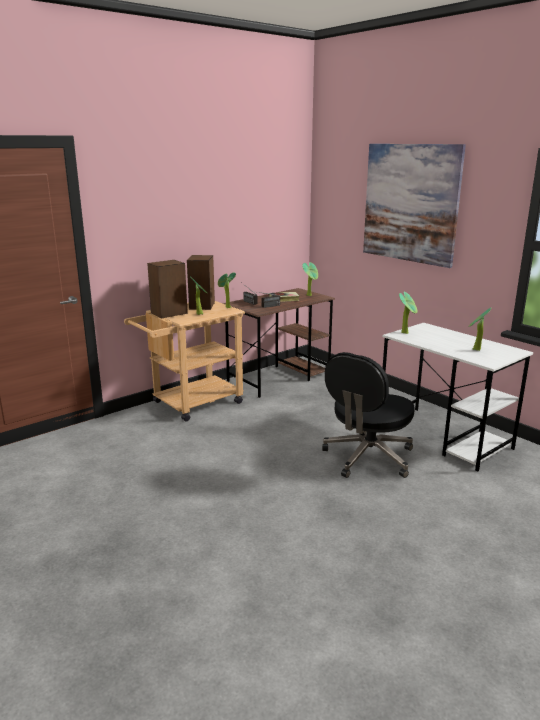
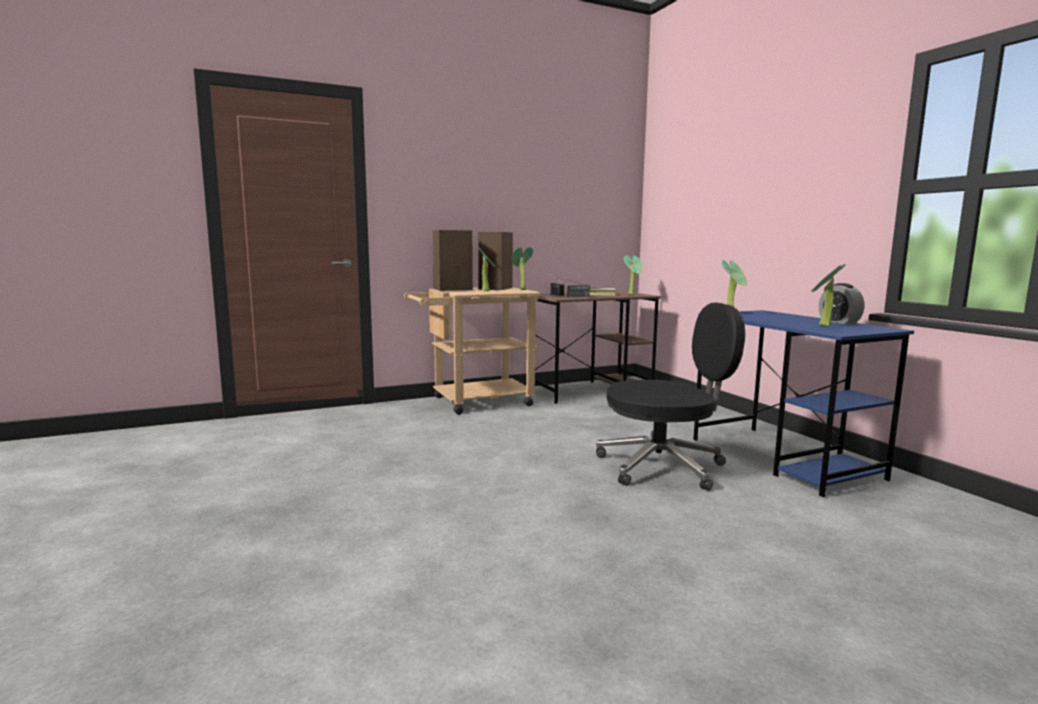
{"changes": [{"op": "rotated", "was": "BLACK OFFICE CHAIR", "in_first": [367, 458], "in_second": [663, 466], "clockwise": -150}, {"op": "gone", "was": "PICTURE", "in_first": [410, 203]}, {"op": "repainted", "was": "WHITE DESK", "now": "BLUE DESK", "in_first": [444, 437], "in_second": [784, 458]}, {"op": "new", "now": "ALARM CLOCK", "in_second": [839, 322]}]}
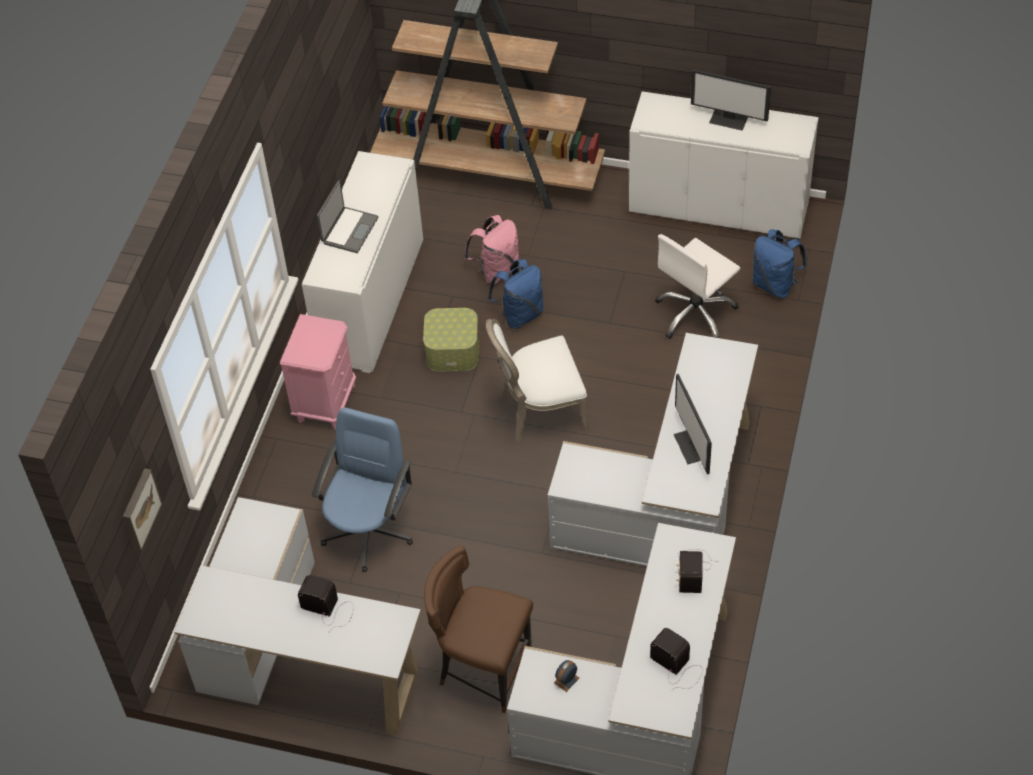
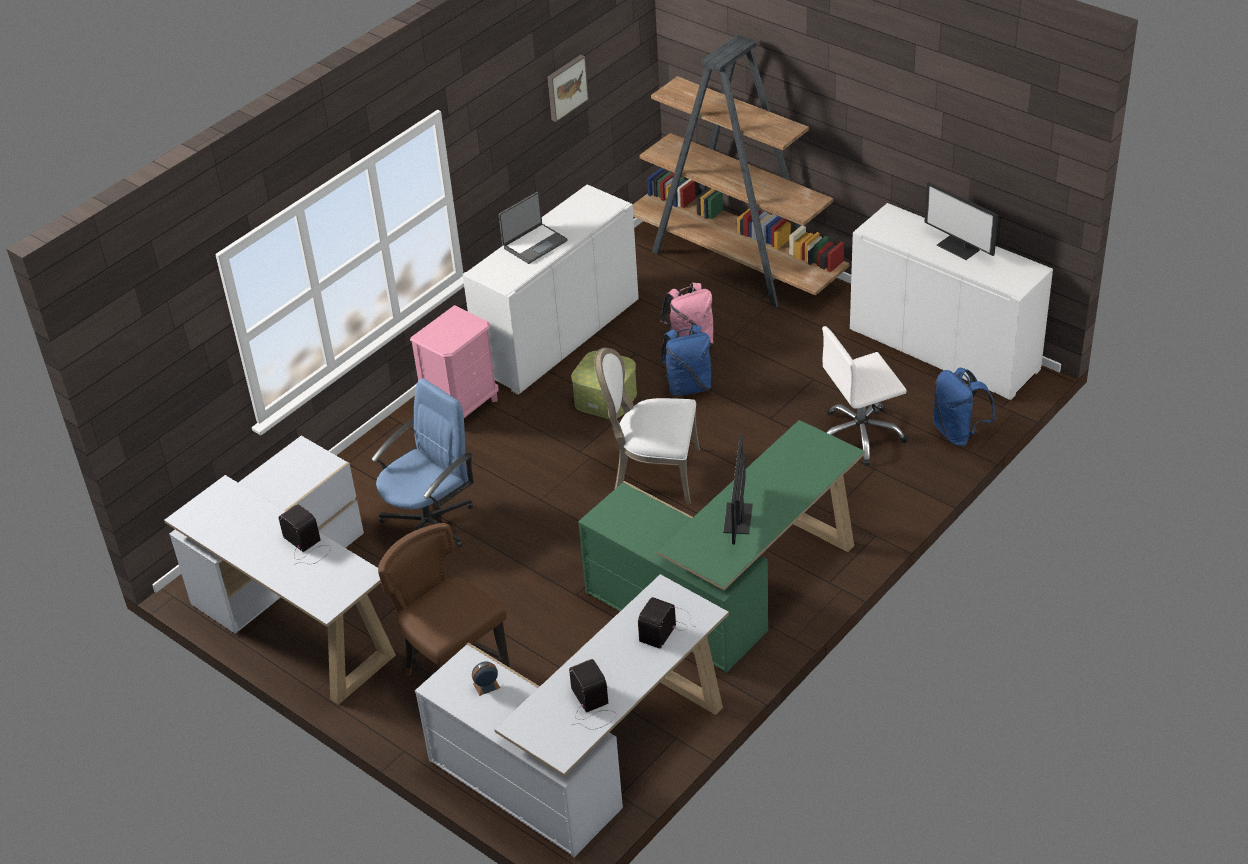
{"changes": [{"op": "shifted", "was": "PICTURE", "in_first": [139, 509], "in_second": [566, 87]}, {"op": "repainted", "was": "WHITE DESK", "now": "GREEN DESK", "in_first": [670, 501], "in_second": [729, 590]}]}
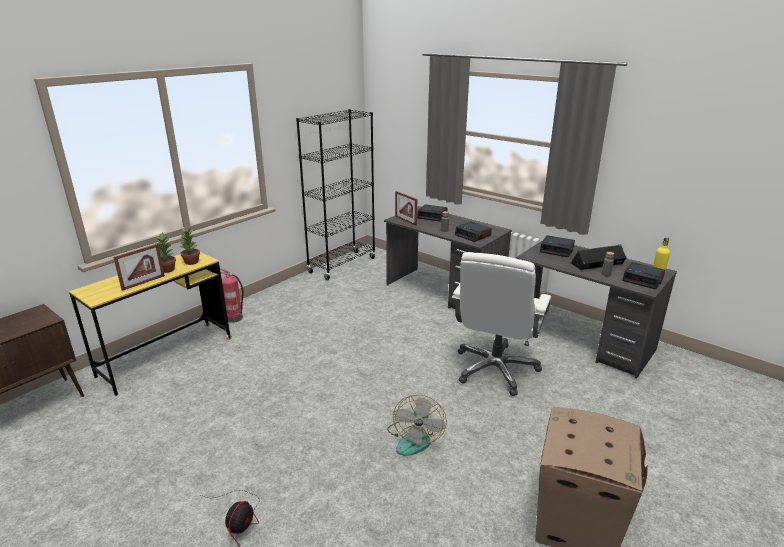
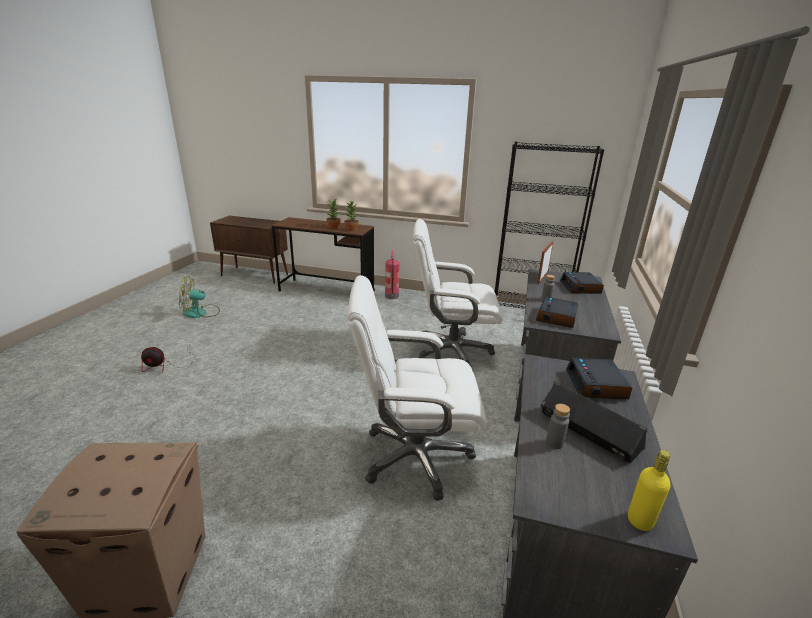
{"changes": [{"op": "repainted", "was": "YELLOW DESK", "now": "BROWN DESK", "in_first": [166, 357], "in_second": [326, 291]}, {"op": "gone", "was": "PICTURE FRAME", "in_first": [143, 283]}, {"op": "shifted", "was": "FAN", "in_first": [414, 438], "in_second": [200, 313]}, {"op": "gone", "was": "ALARM CLOCK", "in_first": [643, 279]}, {"op": "new", "now": "WHITE OFFICE CHAIR", "in_second": [451, 352]}]}
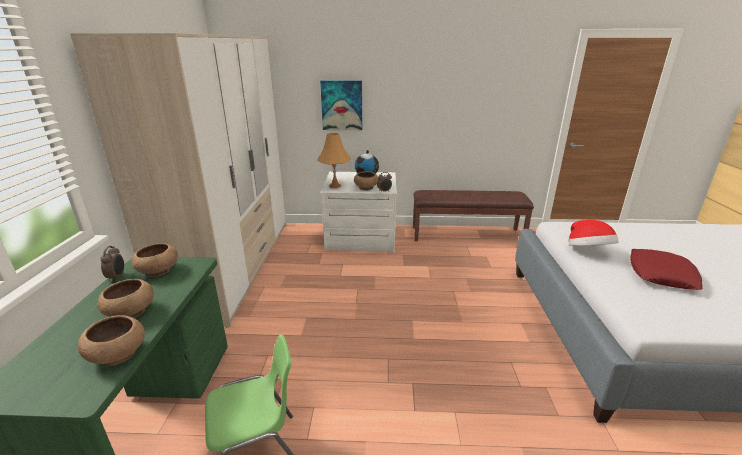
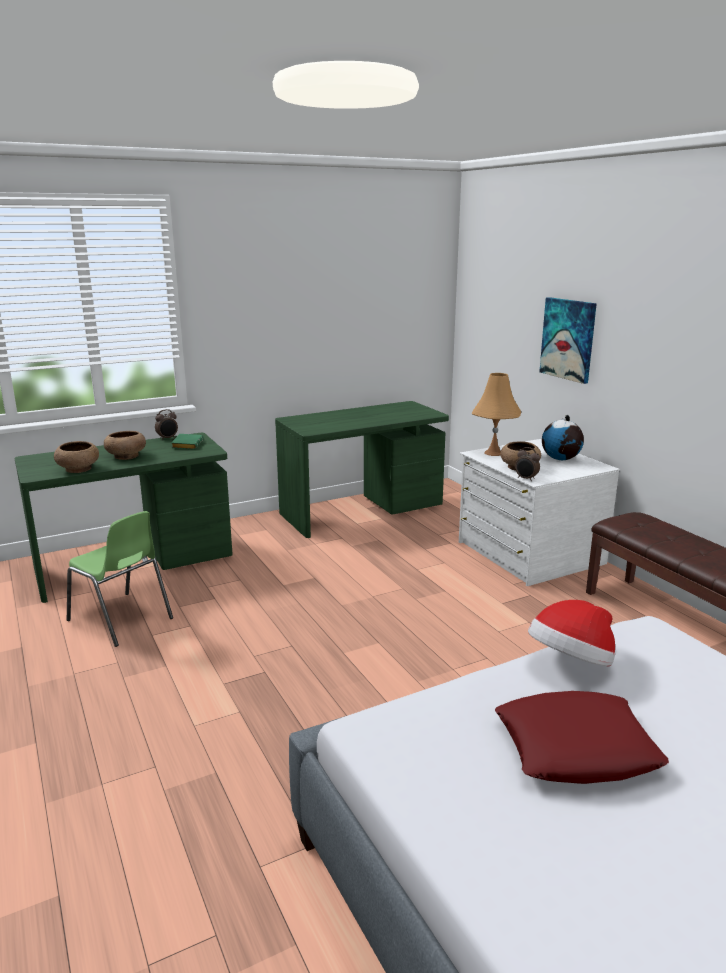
{"changes": [{"op": "swapped", "was": "WARDROBE", "now": "GREEN DESK", "in_first": [235, 265], "in_second": [362, 510]}, {"op": "swapped", "was": "BROWN BOWL", "now": "GREEN BOOK", "in_first": [158, 271], "in_second": [186, 445]}]}
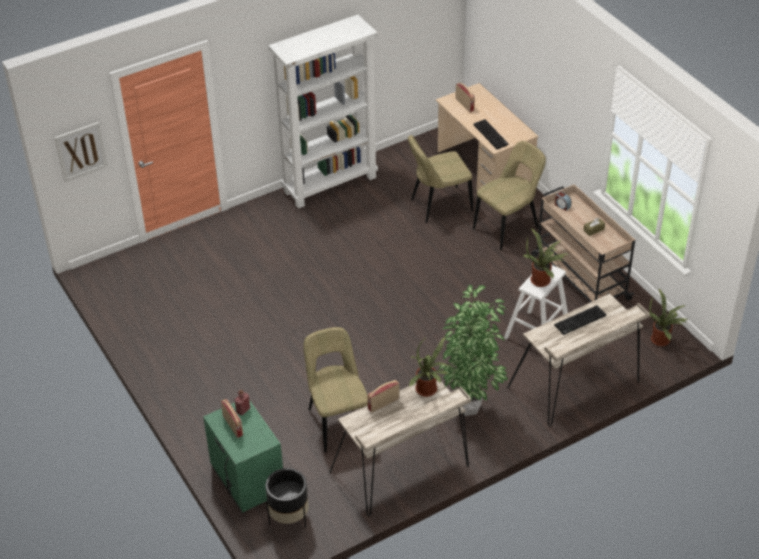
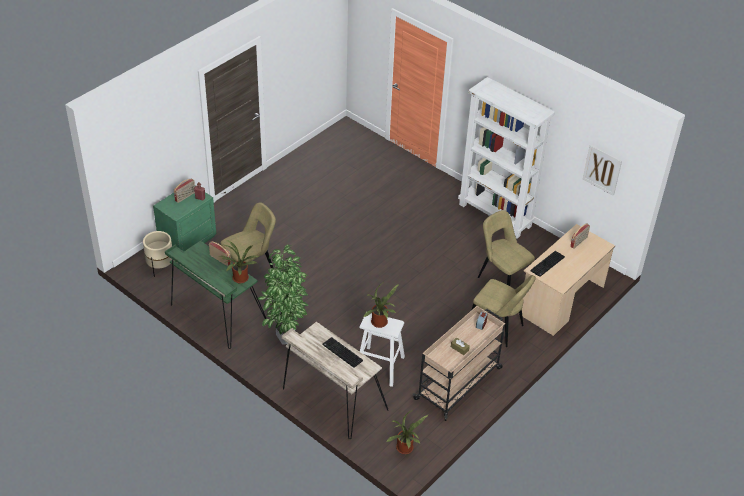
{"changes": [{"op": "shifted", "was": "PICTURE", "in_first": [81, 151], "in_second": [602, 169]}, {"op": "repainted", "was": "BLACK PLANTER", "now": "BEIGE PLANTER", "in_first": [289, 517], "in_second": [160, 267]}, {"op": "repainted", "was": "BEIGE DESK", "now": "GREEN DESK", "in_first": [402, 470], "in_second": [216, 314]}]}
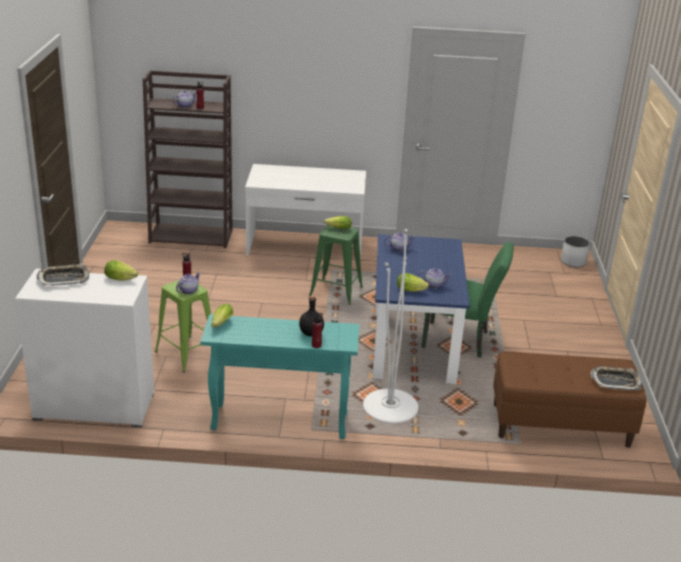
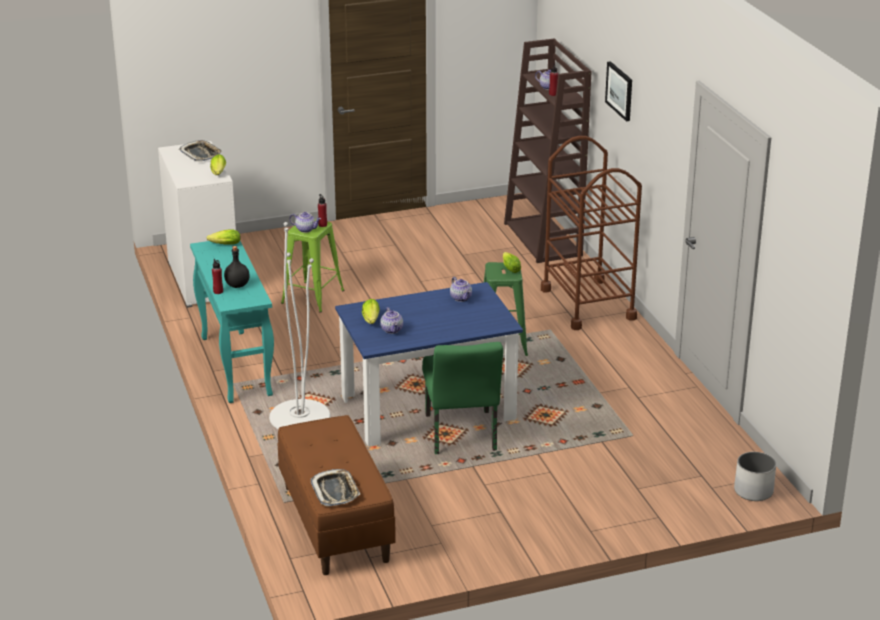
{"changes": [{"op": "swapped", "was": "WHITE DESK", "now": "BROWN CART", "in_first": [305, 247], "in_second": [588, 304]}, {"op": "new", "now": "PICTURE", "in_second": [620, 90]}]}
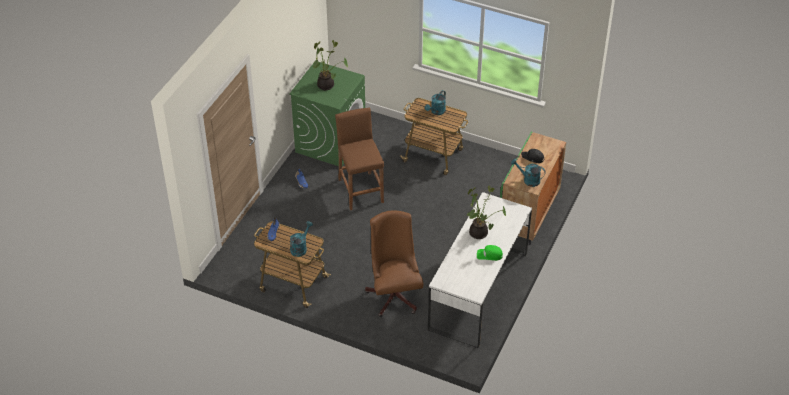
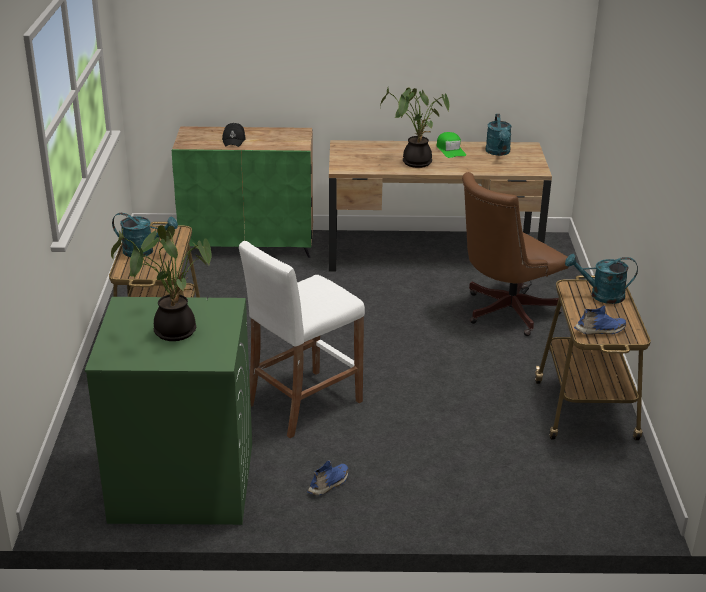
{"changes": [{"op": "repainted", "was": "BROWN STOOL", "now": "WHITE STOOL", "in_first": [360, 190], "in_second": [303, 403]}, {"op": "repainted", "was": "WHITE DESK", "now": "BROWN DESK", "in_first": [478, 290], "in_second": [432, 252]}, {"op": "shifted", "was": "TURQUOISE WATERING CAN", "in_first": [528, 180], "in_second": [498, 152]}]}
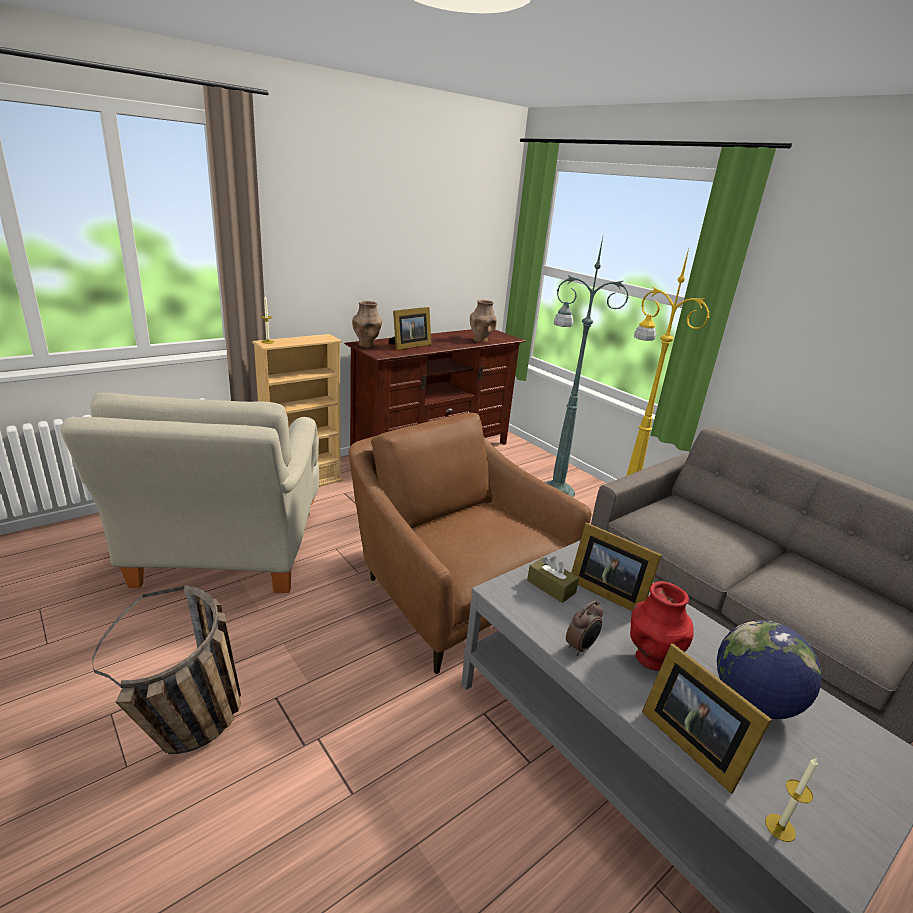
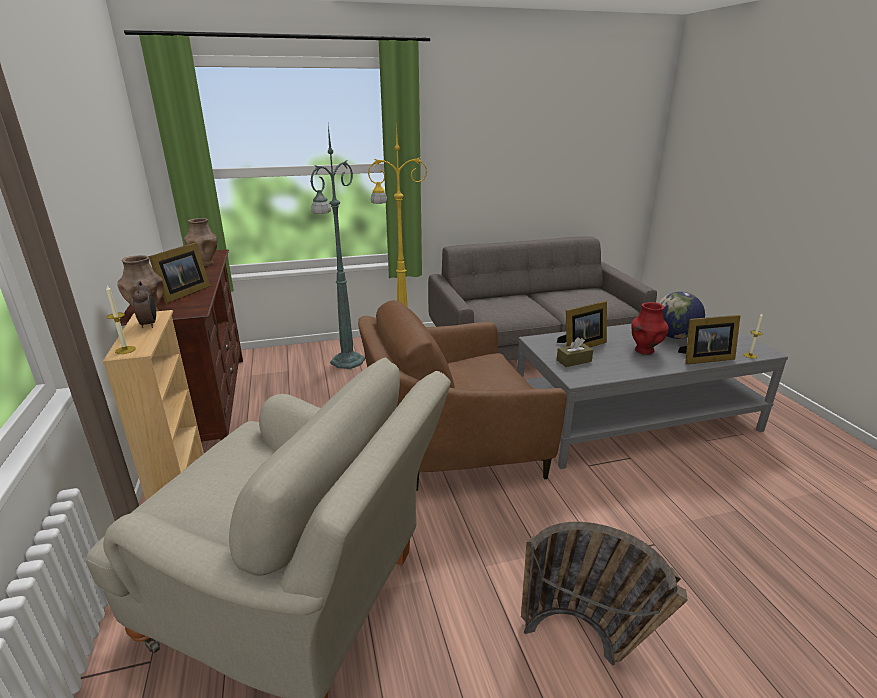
{"changes": [{"op": "rotated", "was": "PICTURE FRAME", "in_first": [409, 346], "in_second": [182, 294], "clockwise": 45}, {"op": "shifted", "was": "ALARM CLOCK", "in_first": [581, 647], "in_second": [149, 324]}]}
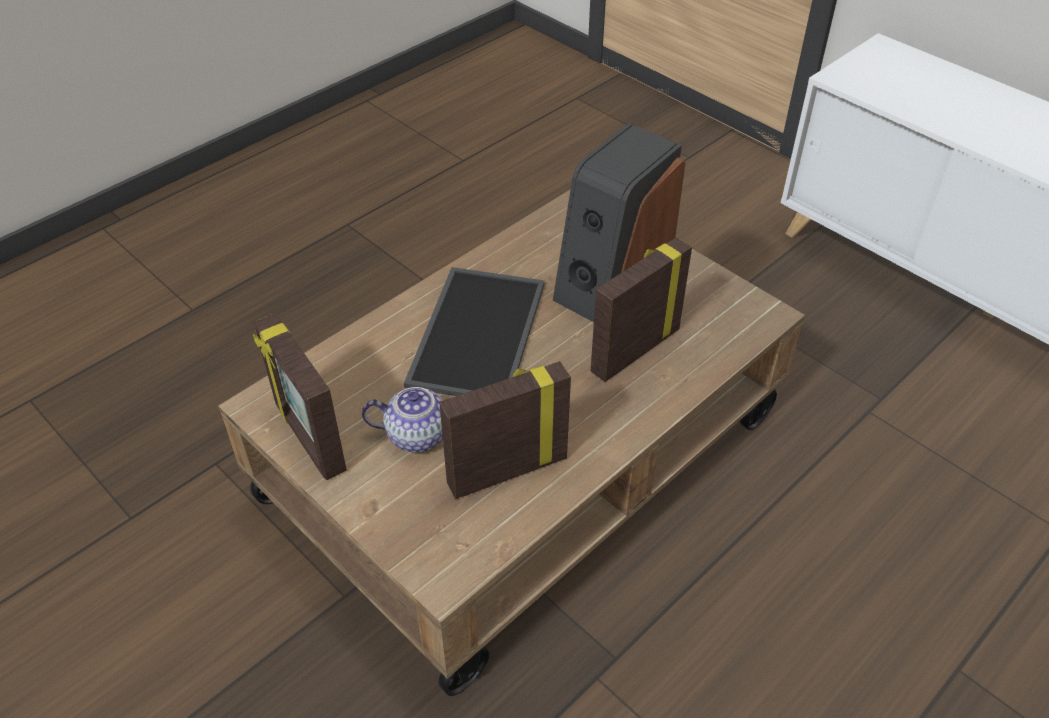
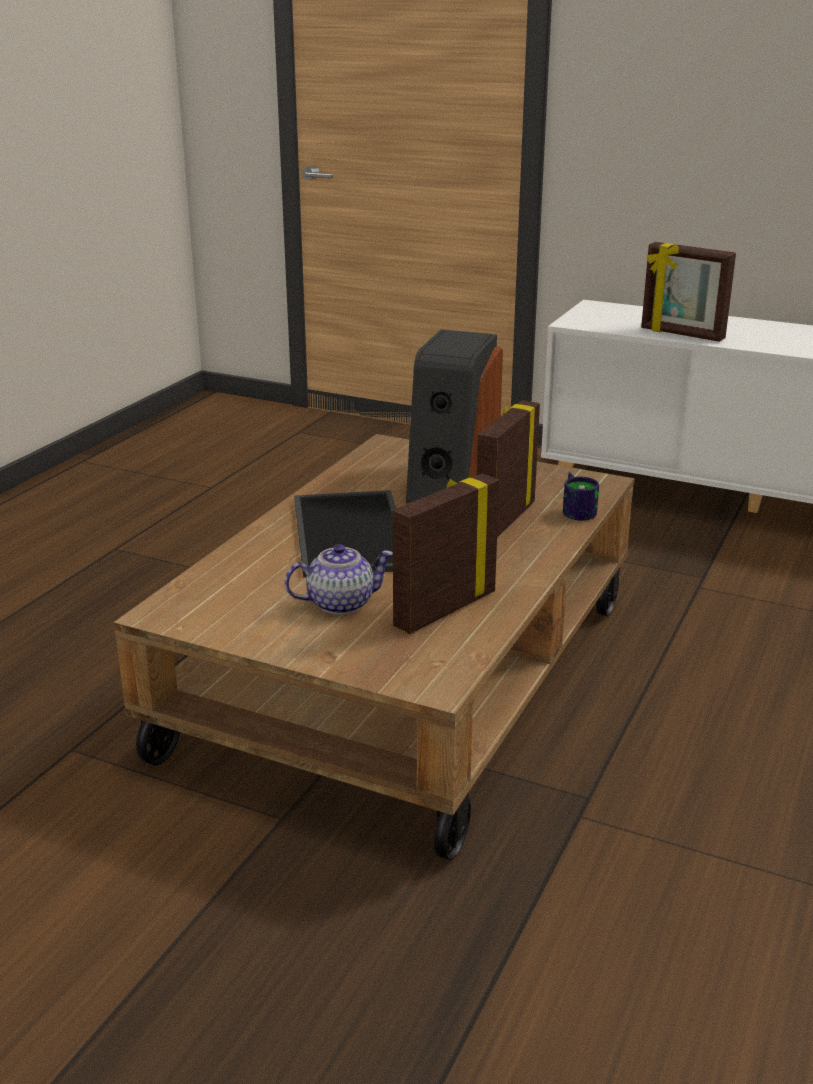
{"changes": [{"op": "shifted", "was": "PICTURE FRAME", "in_first": [308, 438], "in_second": [681, 334]}, {"op": "new", "now": "MUG", "in_second": [577, 510]}]}
